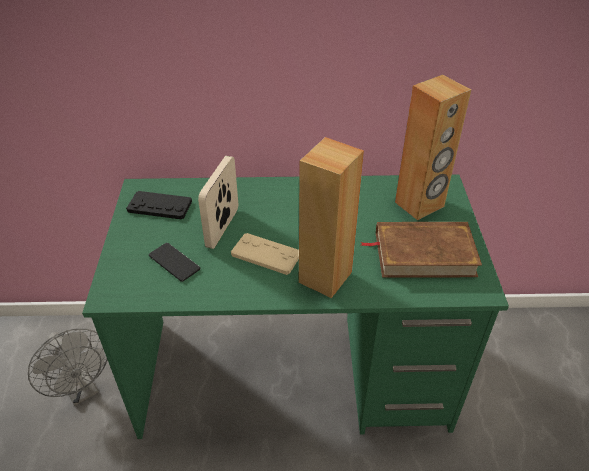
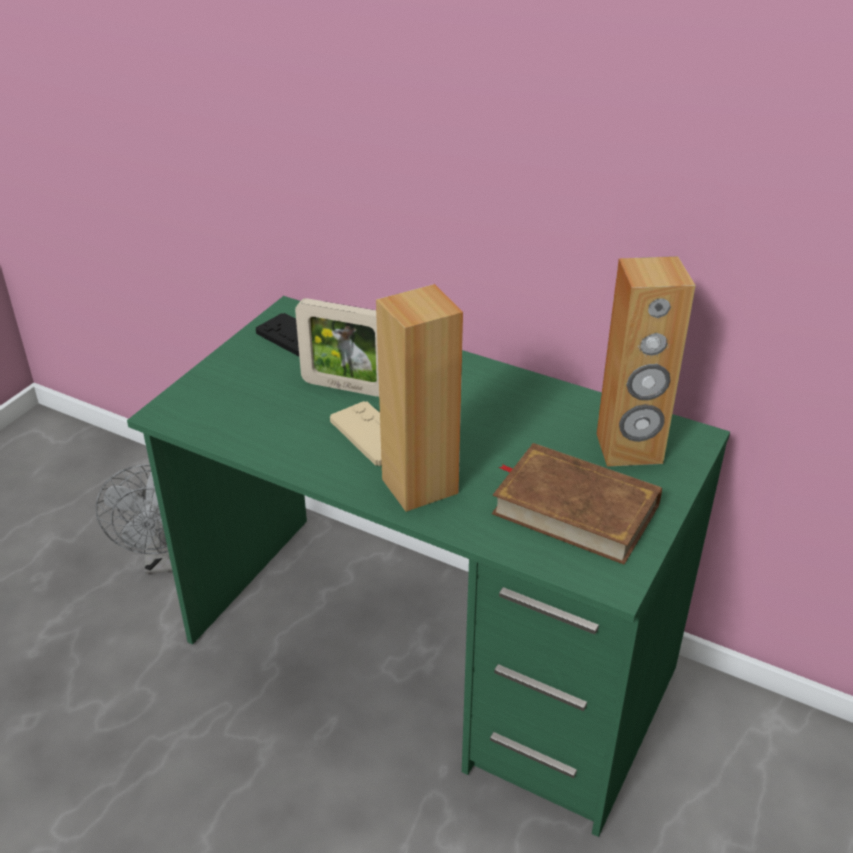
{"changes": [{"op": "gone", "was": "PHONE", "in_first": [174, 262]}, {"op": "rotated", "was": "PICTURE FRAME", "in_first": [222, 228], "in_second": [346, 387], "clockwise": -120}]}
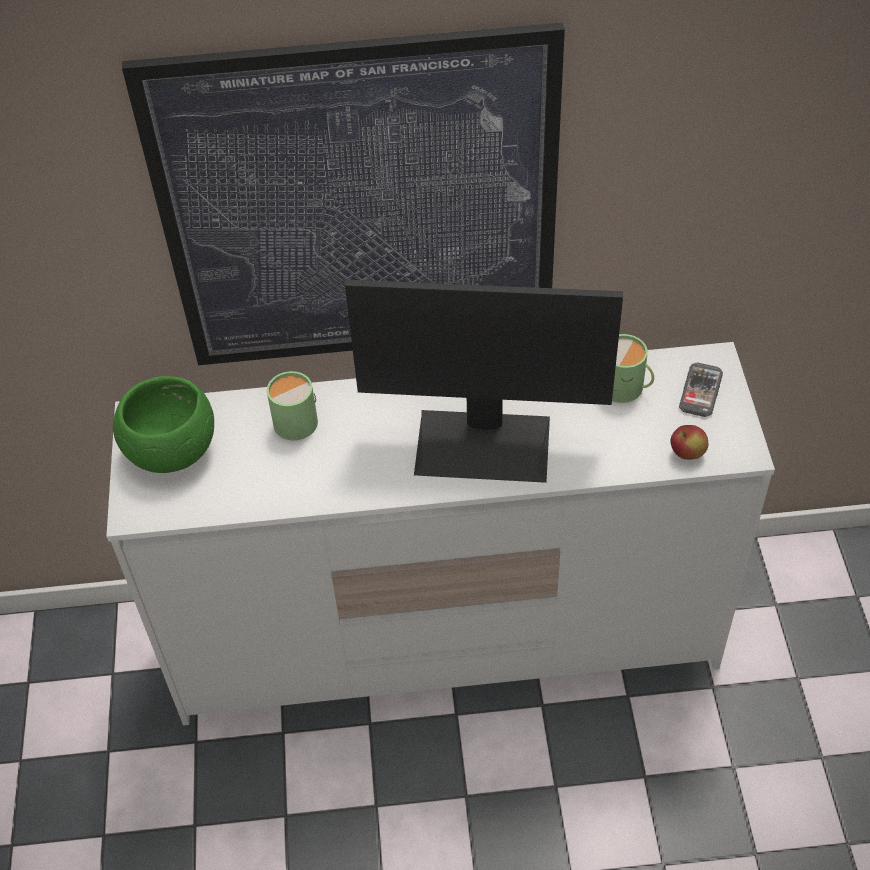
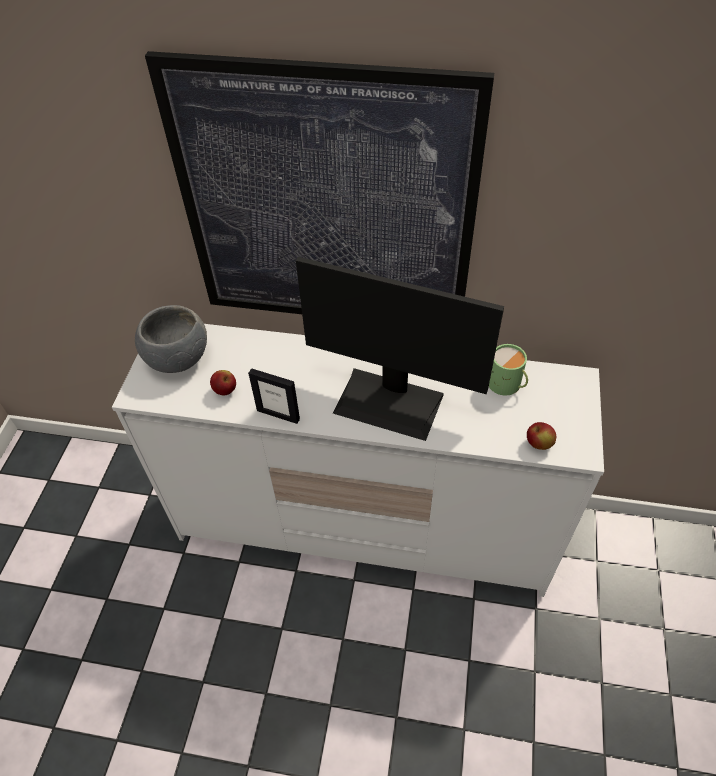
{"changes": [{"op": "repainted", "was": "GREEN BOWL", "now": "GREY BOWL", "in_first": [171, 449], "in_second": [177, 357]}, {"op": "gone", "was": "GREEN MUG", "in_first": [293, 419]}, {"op": "gone", "was": "PHONE", "in_first": [700, 391]}, {"op": "new", "now": "APPLE", "in_second": [225, 390]}, {"op": "new", "now": "PICTURE FRAME", "in_second": [278, 414]}]}
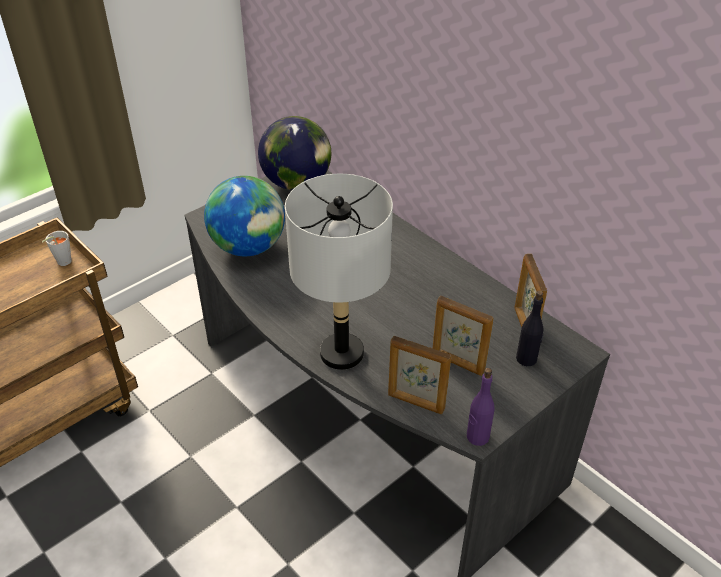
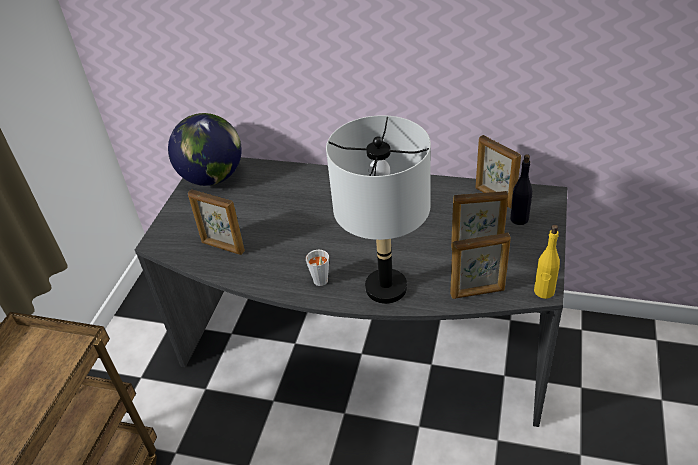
{"changes": [{"op": "shifted", "was": "GREY CUP", "in_first": [61, 263], "in_second": [320, 283]}, {"op": "swapped", "was": "GLOBE", "now": "PICTURE FRAME", "in_first": [248, 247], "in_second": [222, 247]}, {"op": "repainted", "was": "PURPLE BOTTLE", "now": "YELLOW BOTTLE", "in_first": [477, 437], "in_second": [544, 291]}]}
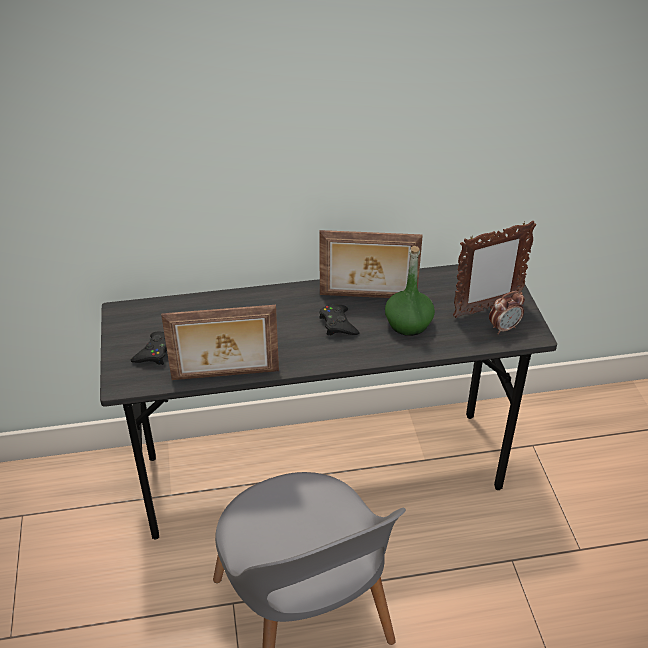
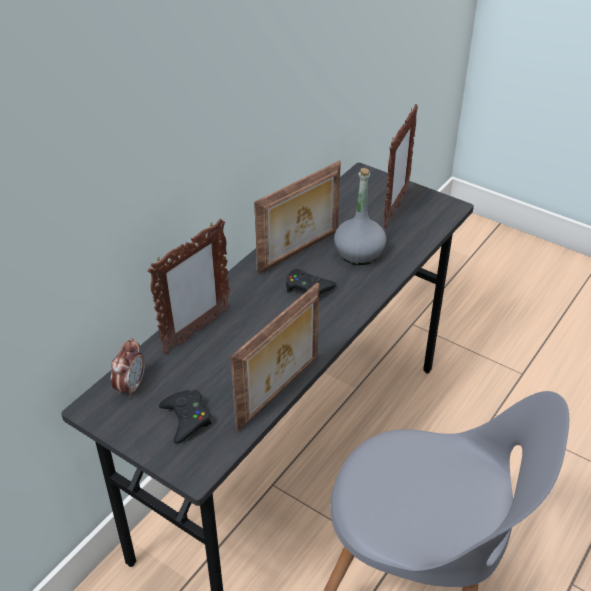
{"changes": [{"op": "repainted", "was": "GREEN BOTTLE", "now": "GREY BOTTLE", "in_first": [408, 324], "in_second": [359, 253]}, {"op": "shifted", "was": "ALARM CLOCK", "in_first": [504, 328], "in_second": [131, 386]}, {"op": "new", "now": "PICTURE FRAME", "in_second": [196, 332]}]}
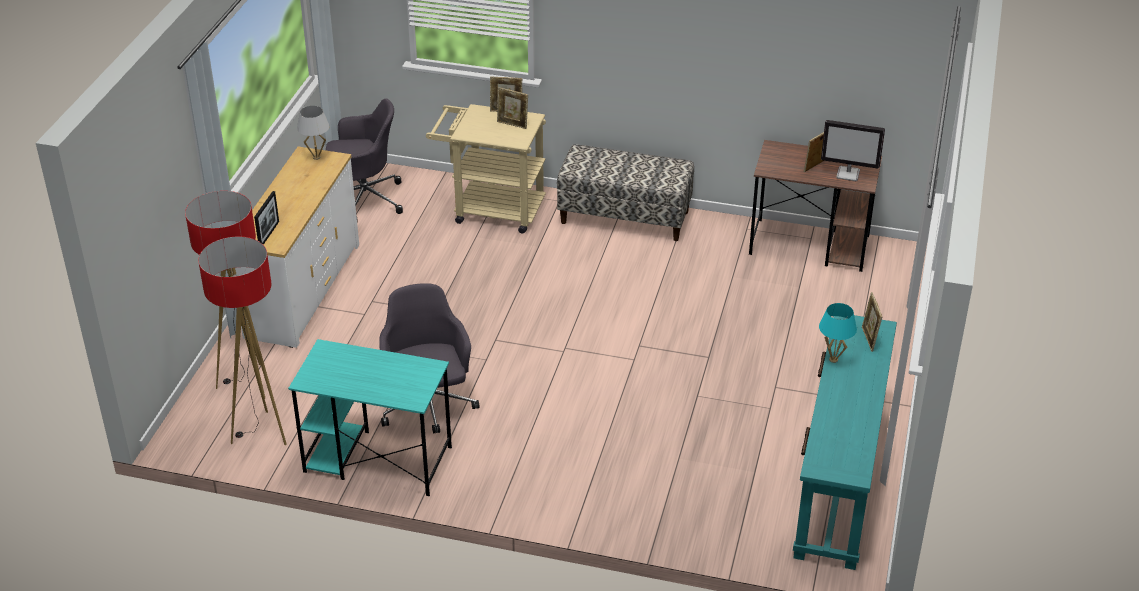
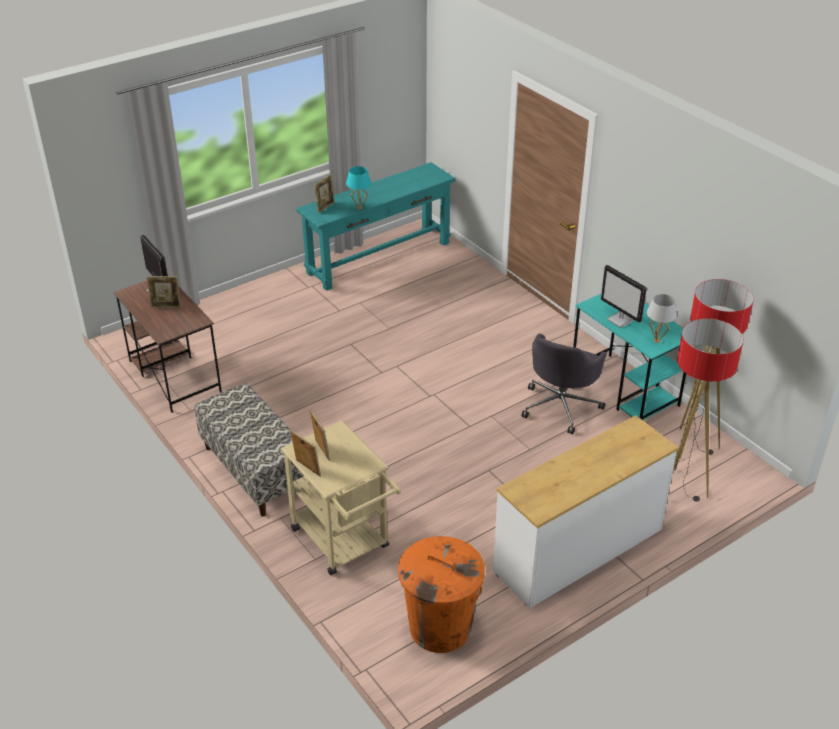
{"changes": [{"op": "gone", "was": "PICTURE FRAME", "in_first": [269, 234]}, {"op": "shifted", "was": "WHITE TABLE LAMP", "in_first": [316, 157], "in_second": [657, 340]}, {"op": "swapped", "was": "GREY OFFICE CHAIR", "now": "ORANGE TRASH CAN", "in_first": [364, 199], "in_second": [440, 627]}, {"op": "new", "now": "MONITOR", "in_second": [620, 320]}]}
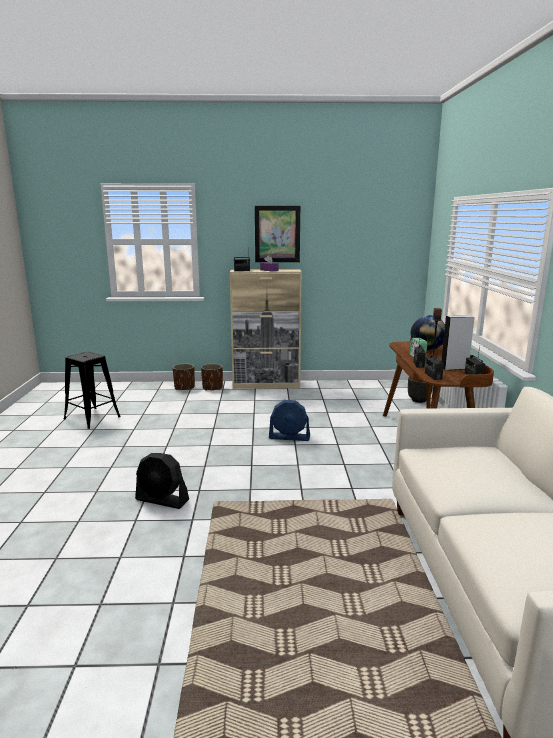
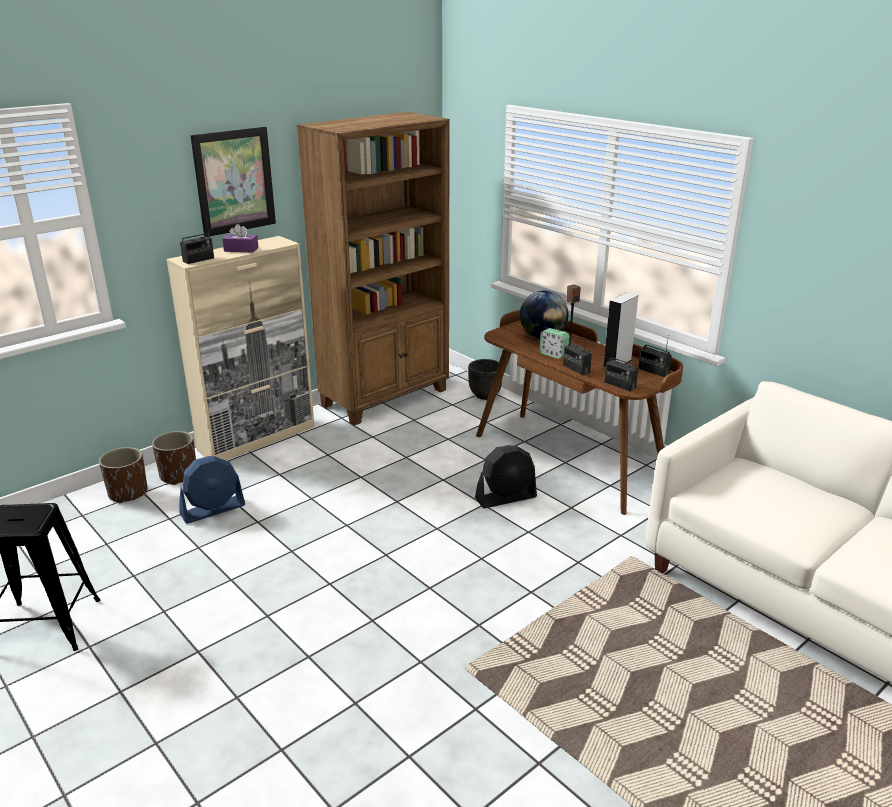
{"changes": [{"op": "shifted", "was": "BLACK FAN", "in_first": [162, 500], "in_second": [506, 498]}, {"op": "shifted", "was": "BLUE FAN", "in_first": [289, 437], "in_second": [213, 510]}, {"op": "new", "now": "BROWN BOOKCASE", "in_second": [386, 397]}]}
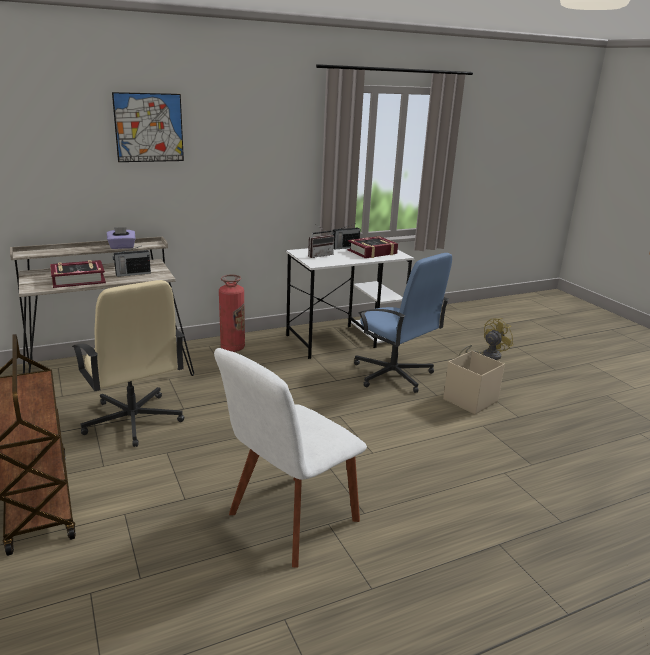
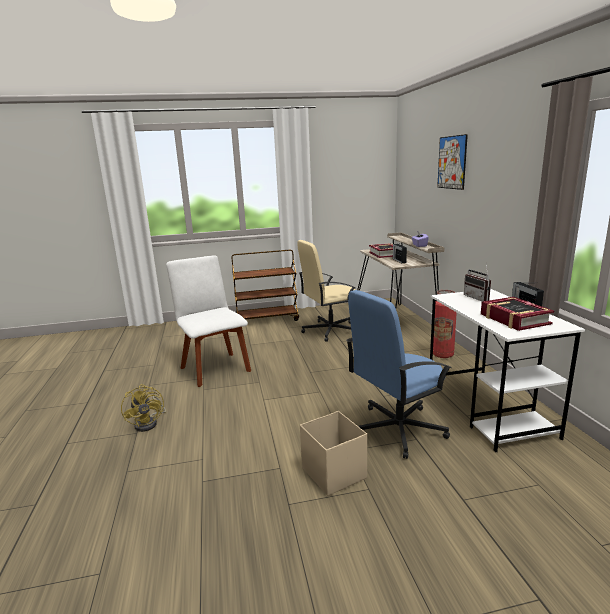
{"changes": [{"op": "shifted", "was": "YELLOW FAN", "in_first": [487, 355], "in_second": [149, 423]}]}
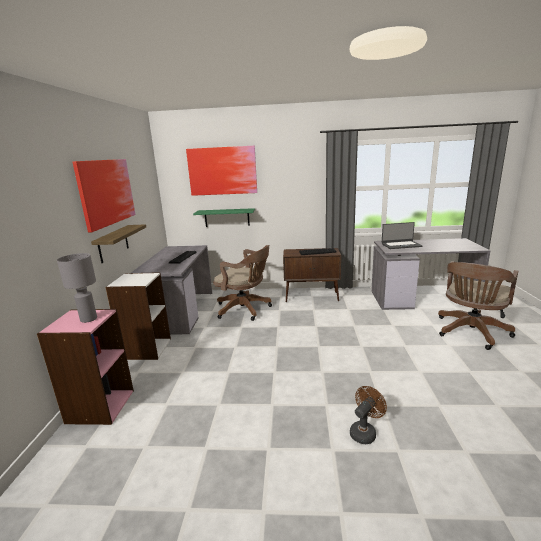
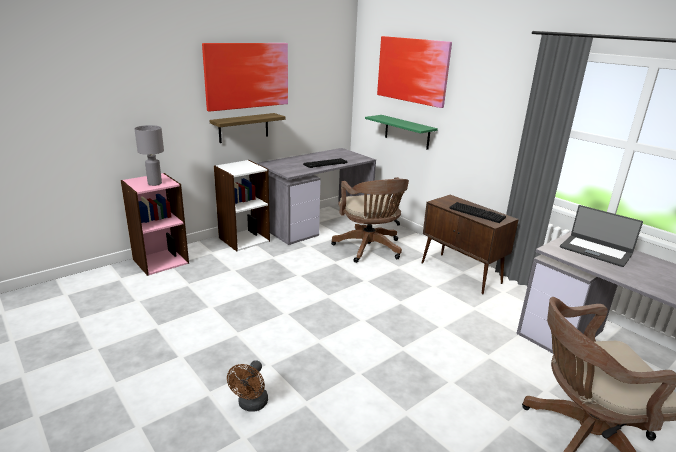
{"changes": [{"op": "rotated", "was": "BROWN FAN", "in_first": [365, 432], "in_second": [251, 405], "clockwise": 105}]}
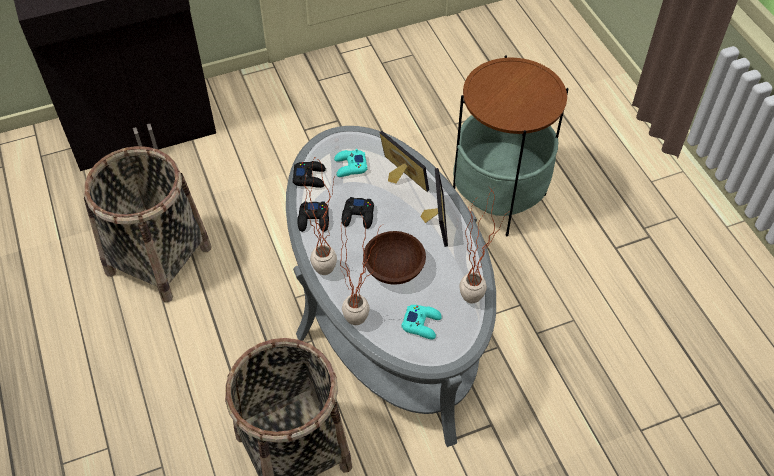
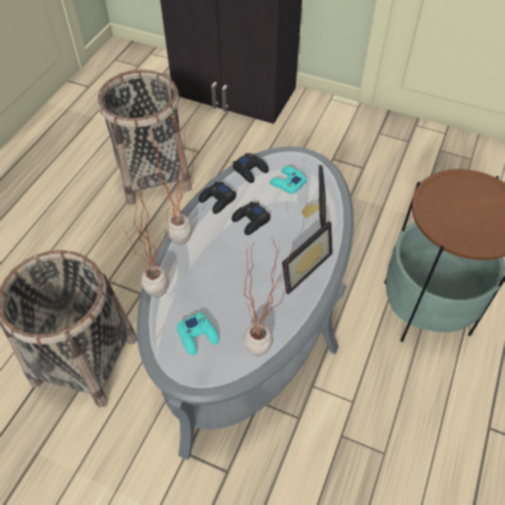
{"changes": [{"op": "gone", "was": "BROWN BOWL", "in_first": [393, 269]}]}
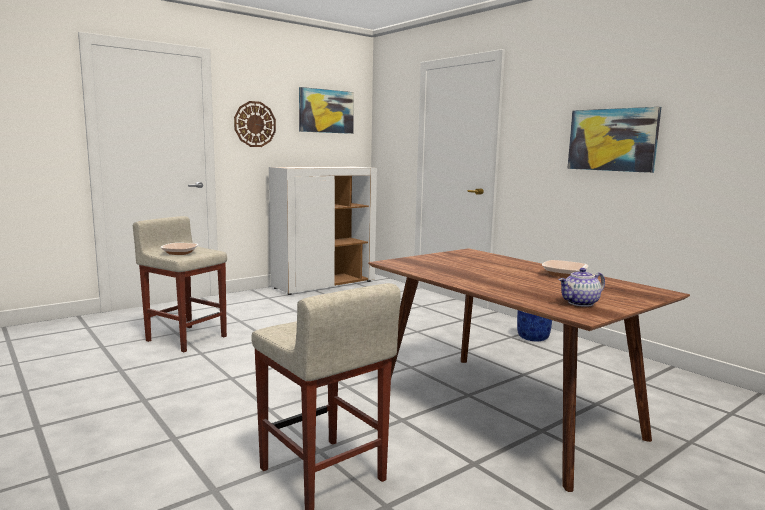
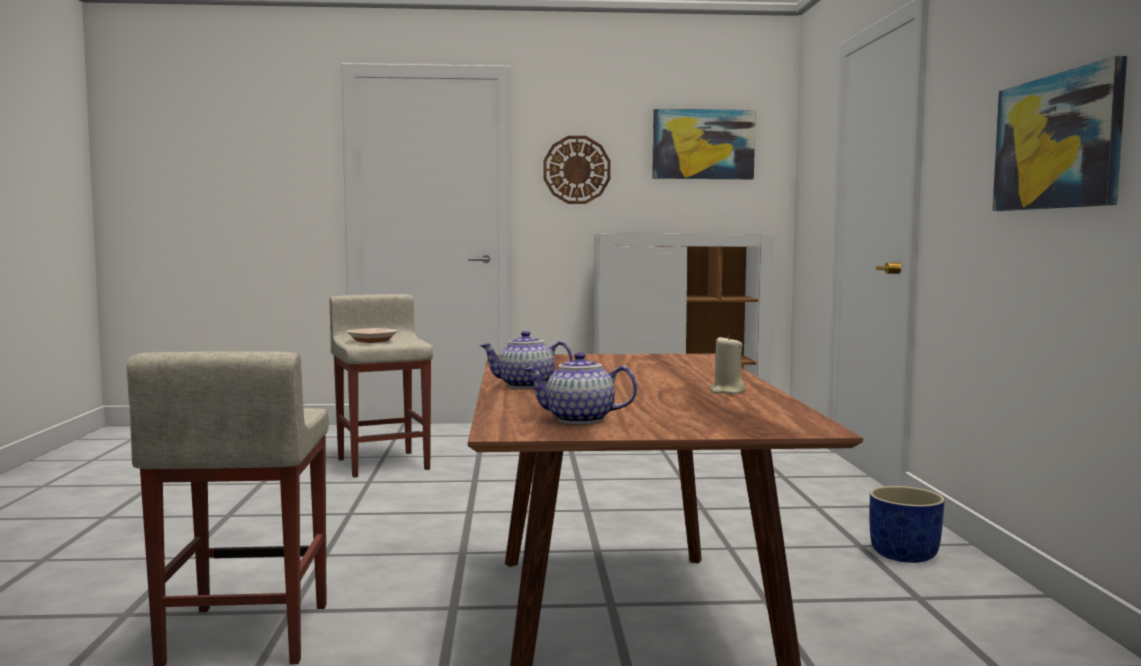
{"changes": [{"op": "swapped", "was": "BOWL", "now": "BEIGE CANDLE", "in_first": [564, 274], "in_second": [727, 391]}, {"op": "new", "now": "TEAPOT", "in_second": [525, 386]}]}
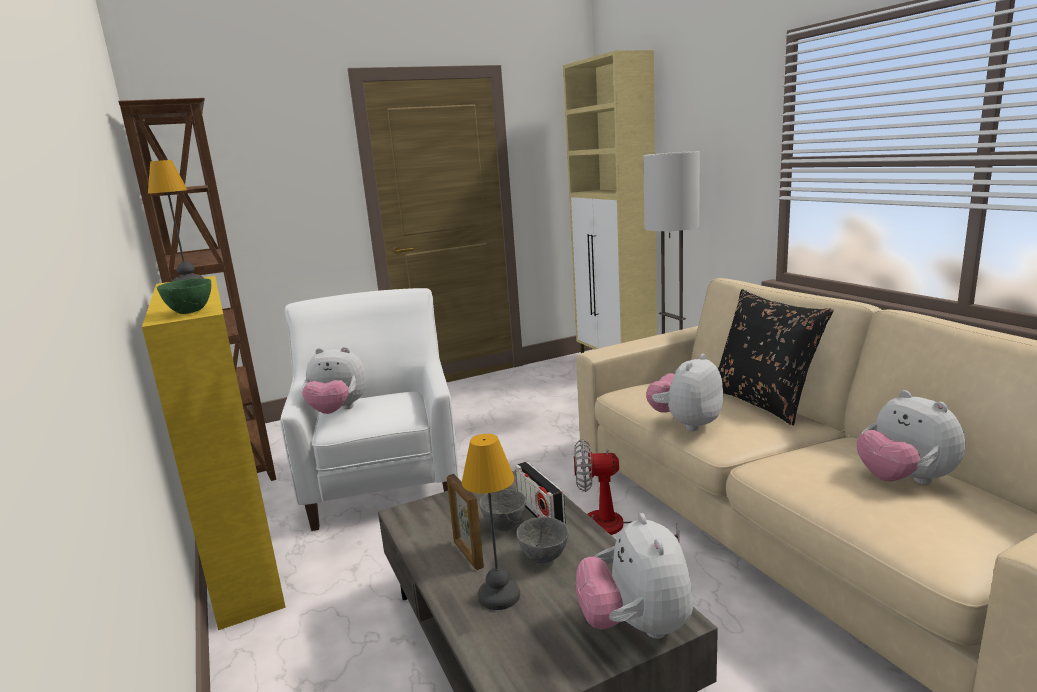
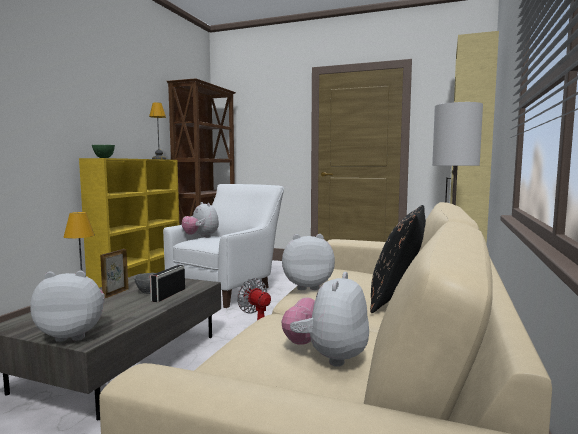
{"changes": [{"op": "gone", "was": "GREY BOWL", "in_first": [544, 557]}, {"op": "rotated", "was": "PLUSH TOY", "in_first": [636, 626], "in_second": [73, 335], "clockwise": 45}]}
